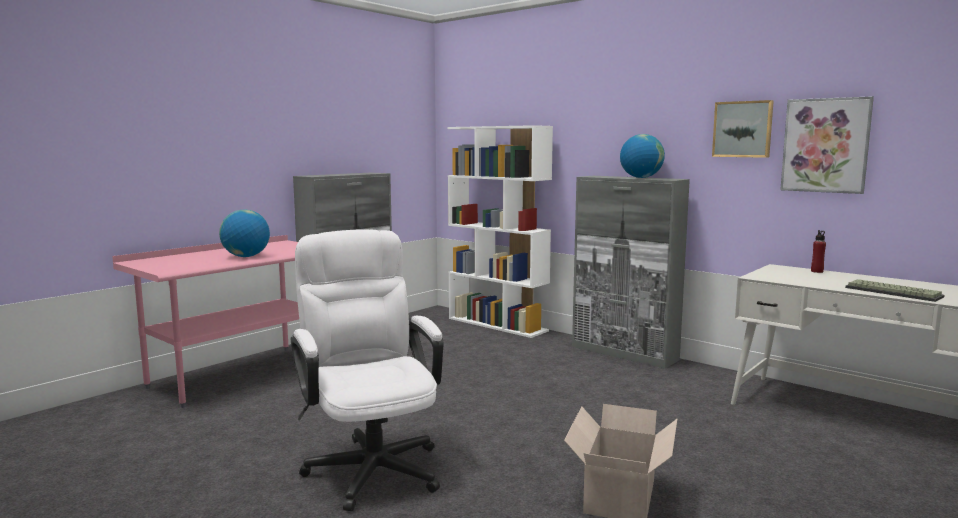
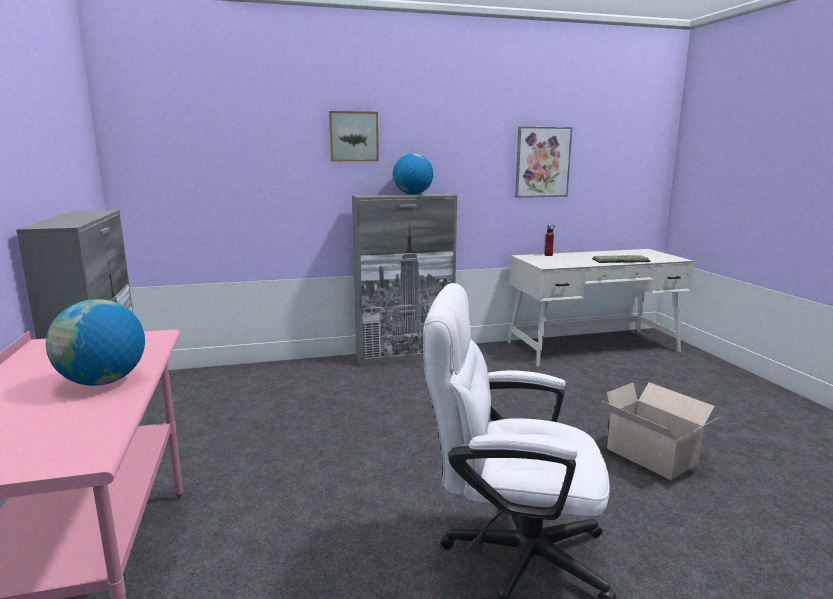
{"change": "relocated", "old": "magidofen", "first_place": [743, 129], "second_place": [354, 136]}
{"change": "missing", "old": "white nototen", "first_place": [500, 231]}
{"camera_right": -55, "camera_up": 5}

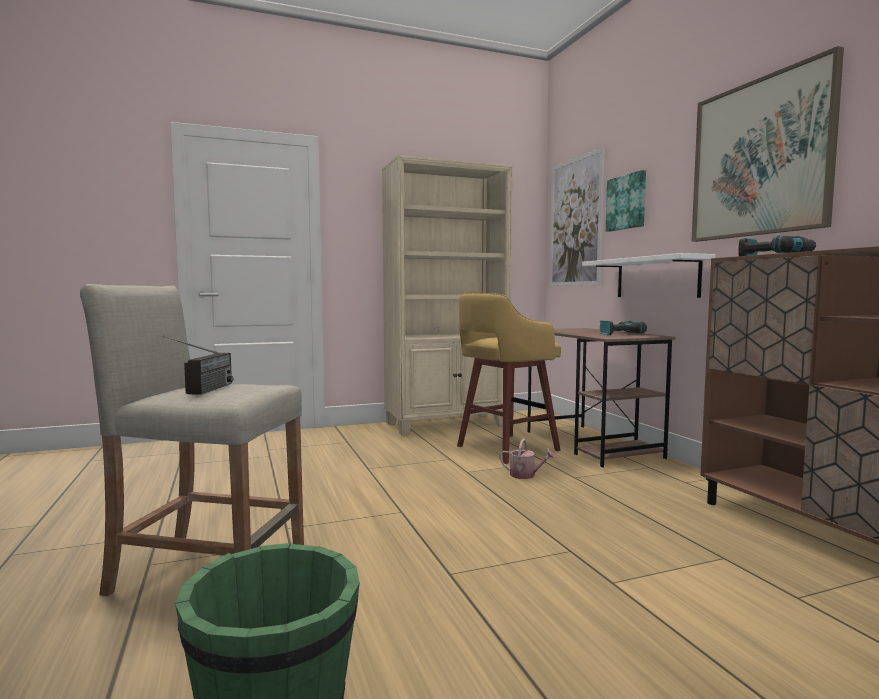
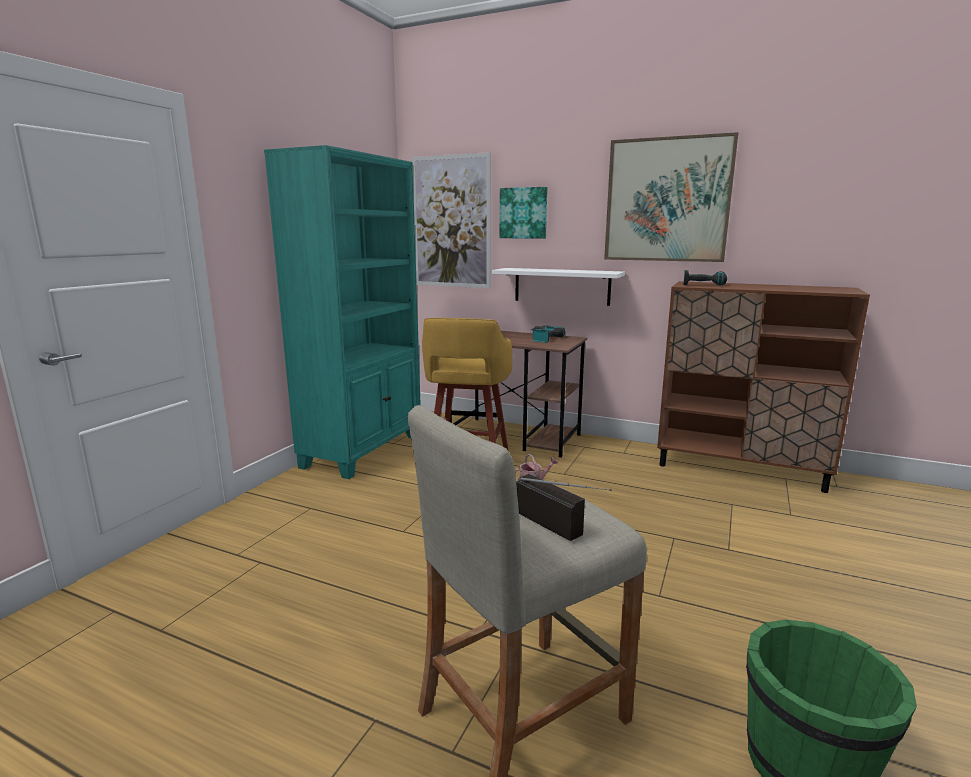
{"change": "colour", "old": "beige nototen", "new": "turquoise nototen", "first_place": [447, 295], "second_place": [342, 312]}
{"camera_right": -45, "camera_up": 10}

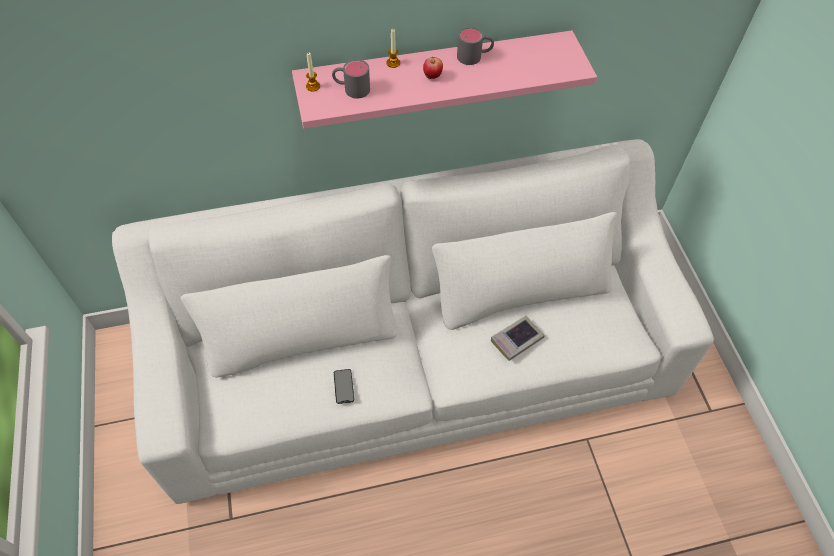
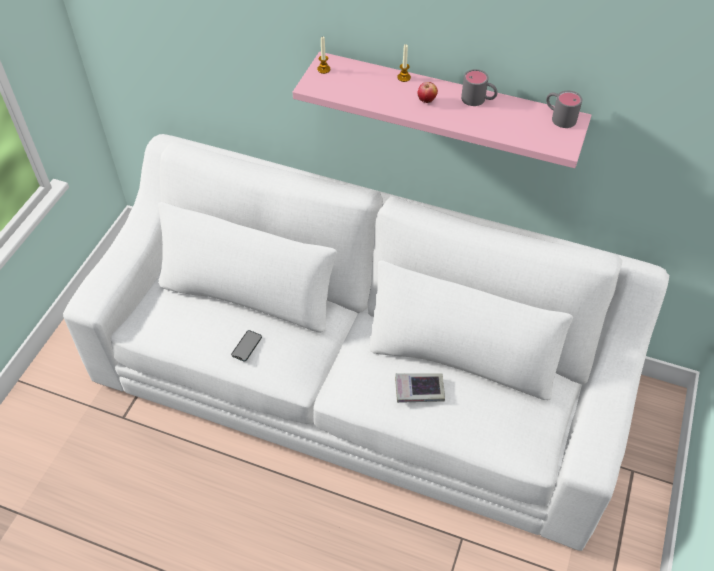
{"change": "relocated", "old": "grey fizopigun", "first_place": [351, 79], "second_place": [564, 109]}
{"camera_right": 35, "camera_up": -5}

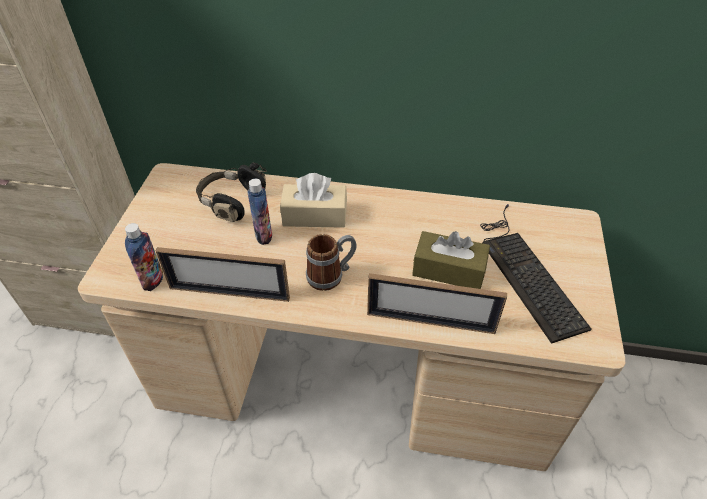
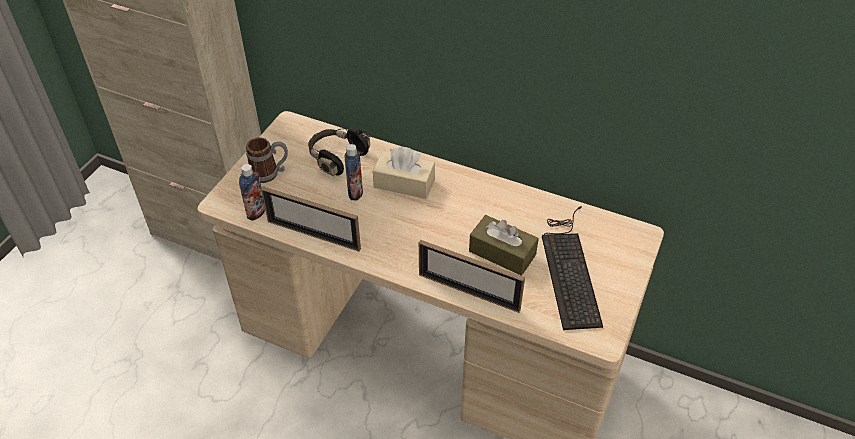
{"change": "relocated", "old": "fizopigun", "first_place": [331, 262], "second_place": [267, 160]}
{"camera_right": 15, "camera_up": 0}

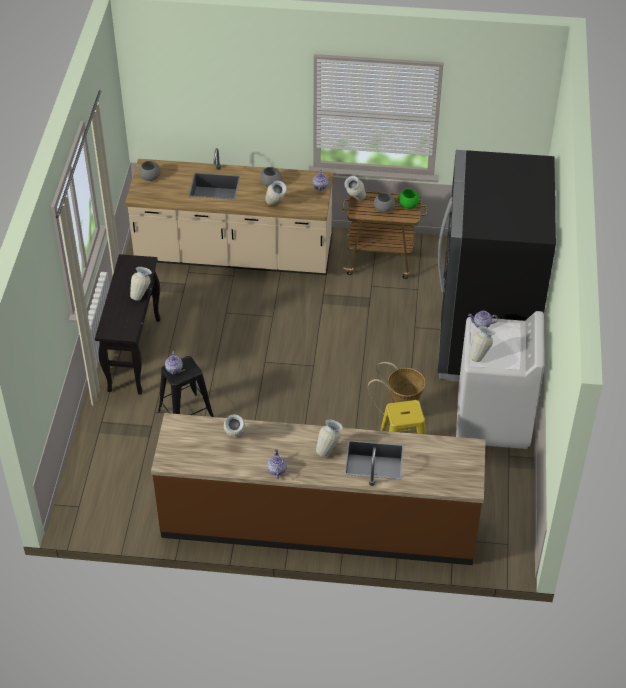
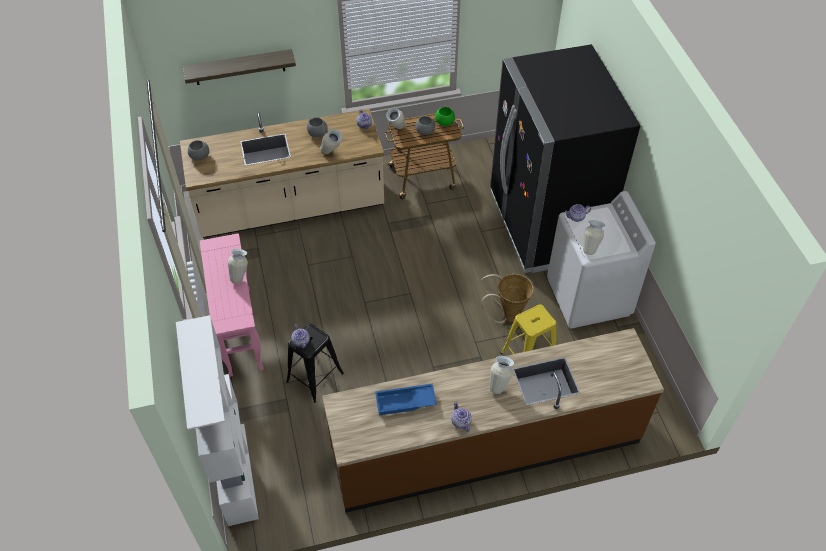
{"change": "colour", "old": "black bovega", "new": "pink bovega", "first_place": [128, 324], "second_place": [231, 305]}
{"change": "exchanged", "old": "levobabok", "new": "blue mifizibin", "first_place": [234, 425], "second_place": [406, 399]}
{"change": "appeared", "new": "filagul", "second_place": [239, 67]}
{"change": "appeared", "new": "white nototen", "second_place": [217, 420]}
{"camera_right": -20, "camera_up": 5}

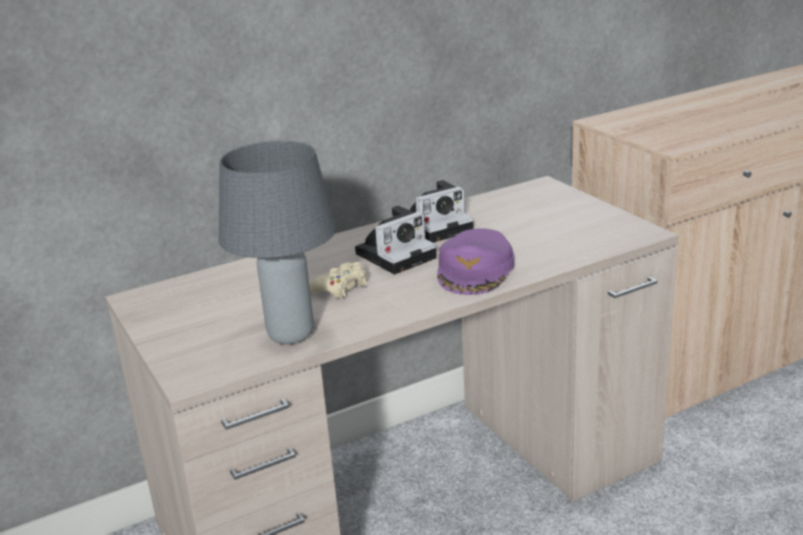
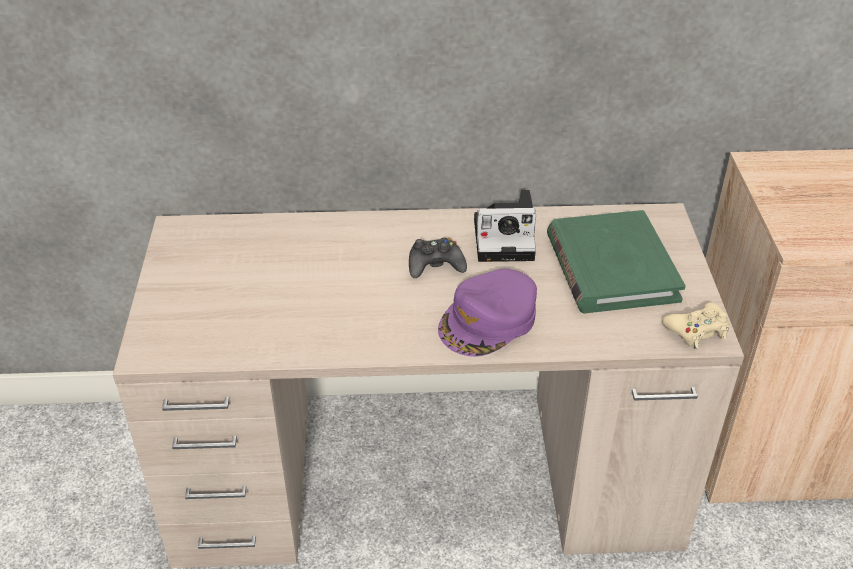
{"change": "missing", "old": "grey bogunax", "first_place": [277, 242]}
{"change": "exchanged", "old": "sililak", "new": "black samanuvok", "first_place": [396, 240], "second_place": [438, 258]}
{"change": "relocated", "old": "beige samanuvok", "first_place": [338, 280], "second_place": [696, 326]}
{"change": "appeared", "new": "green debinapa", "second_place": [616, 261]}
{"camera_right": 25, "camera_up": 15}

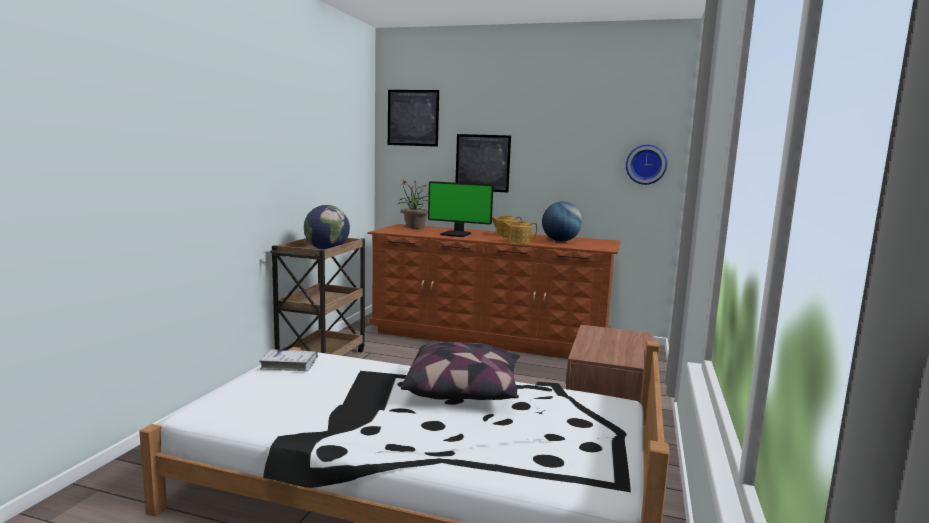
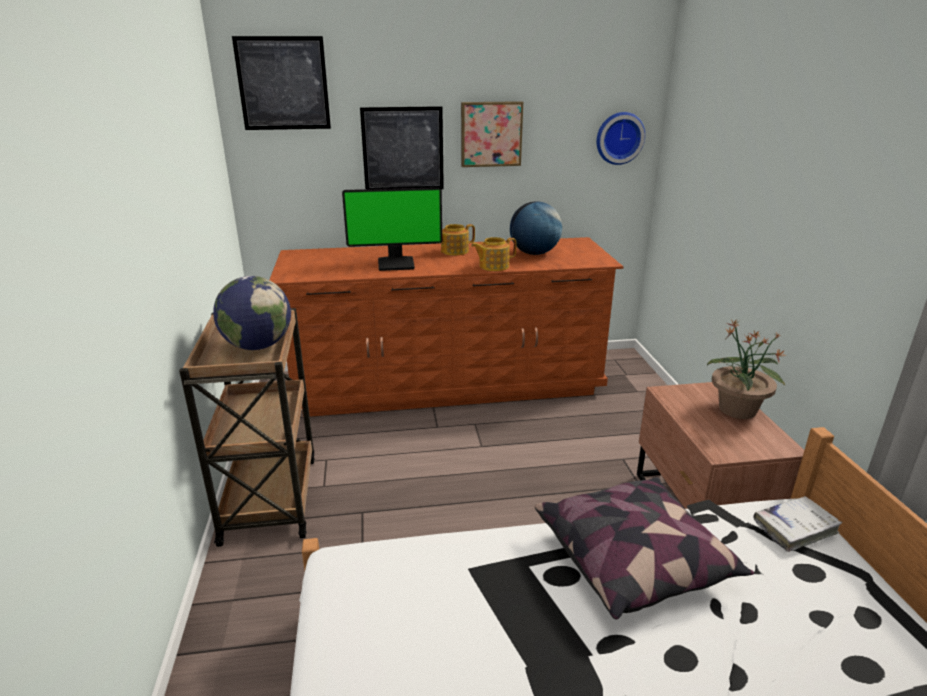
{"change": "relocated", "old": "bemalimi", "first_place": [413, 204], "second_place": [747, 369]}
{"change": "relocated", "old": "white debinapa", "first_place": [288, 360], "second_place": [797, 524]}
{"change": "appeared", "new": "magidofen", "second_place": [492, 134]}
{"camera_right": -25, "camera_up": 15}

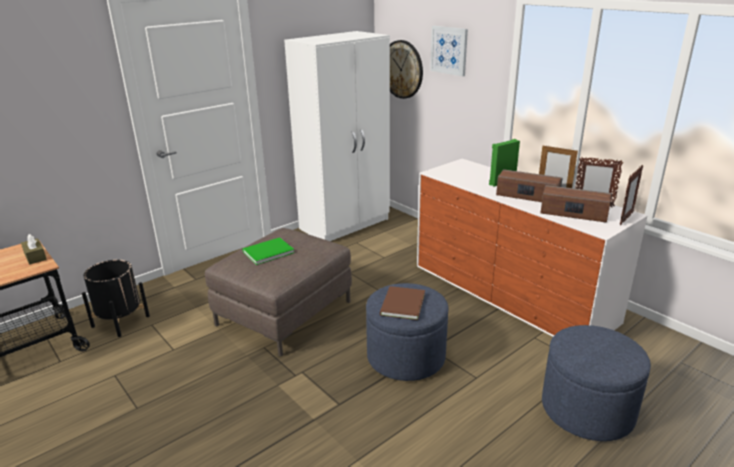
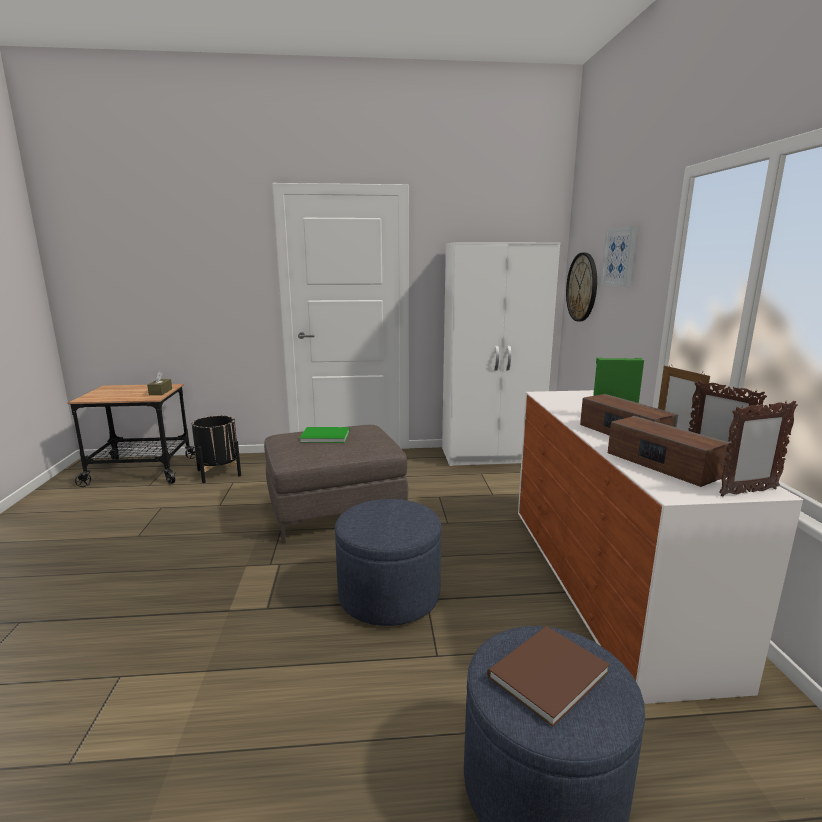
{"change": "relocated", "old": "brown debinapa", "first_place": [402, 303], "second_place": [548, 676]}
{"camera_right": 35, "camera_up": -10}

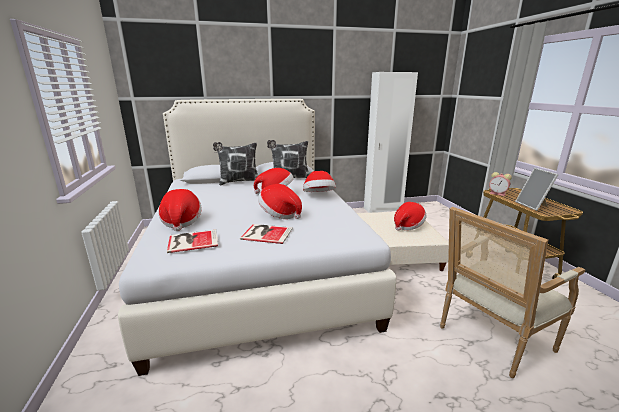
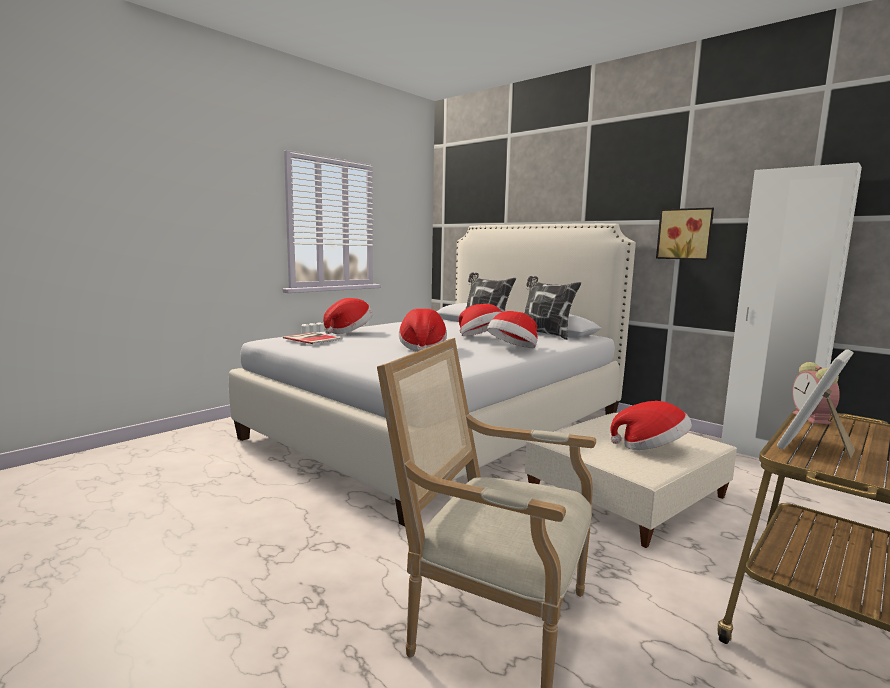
{"change": "missing", "old": "debinapa", "first_place": [266, 234]}
{"change": "appeared", "new": "magidofen", "second_place": [685, 234]}
{"camera_right": 55, "camera_up": -10}

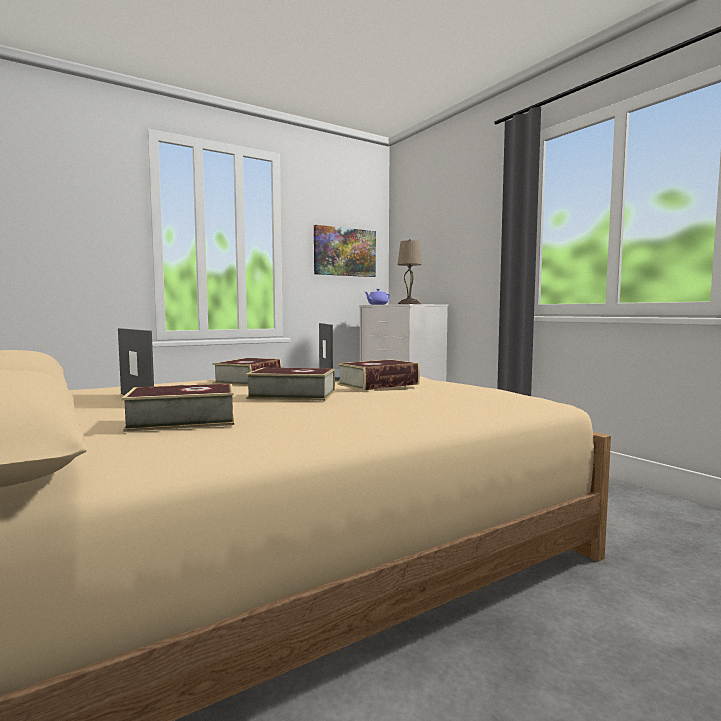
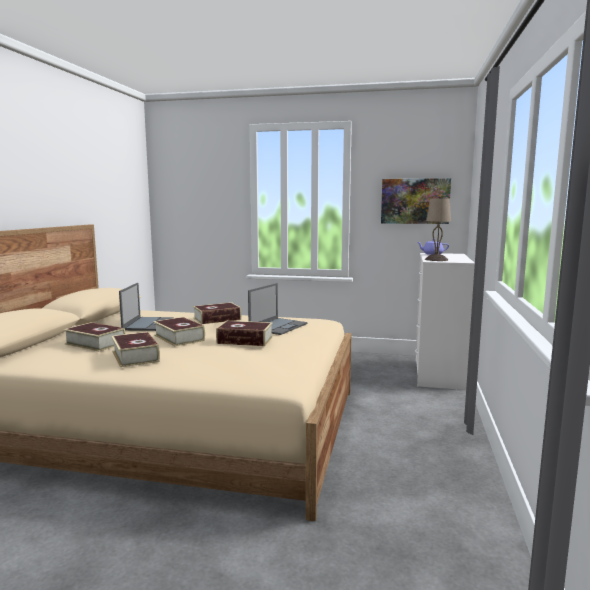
{"change": "appeared", "new": "debinapa", "second_place": [135, 349]}
{"camera_right": 45, "camera_up": 5}

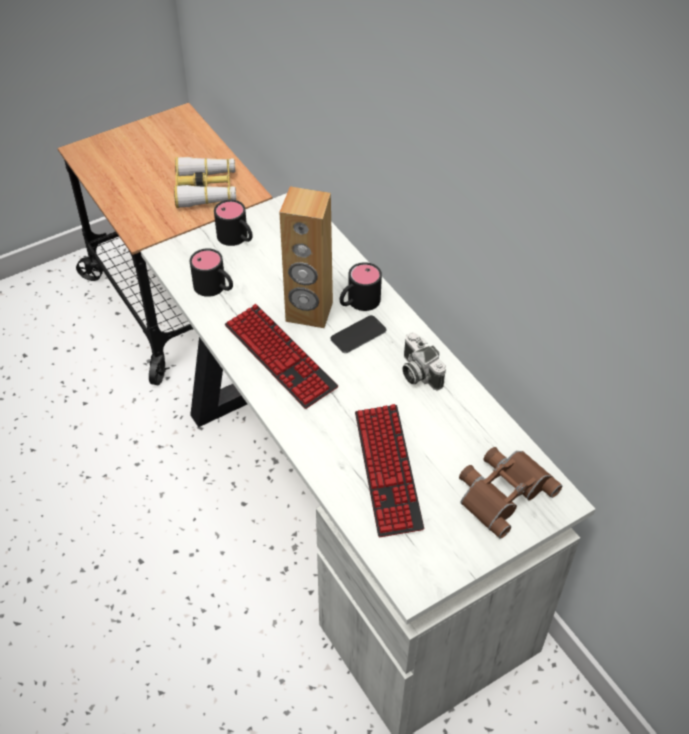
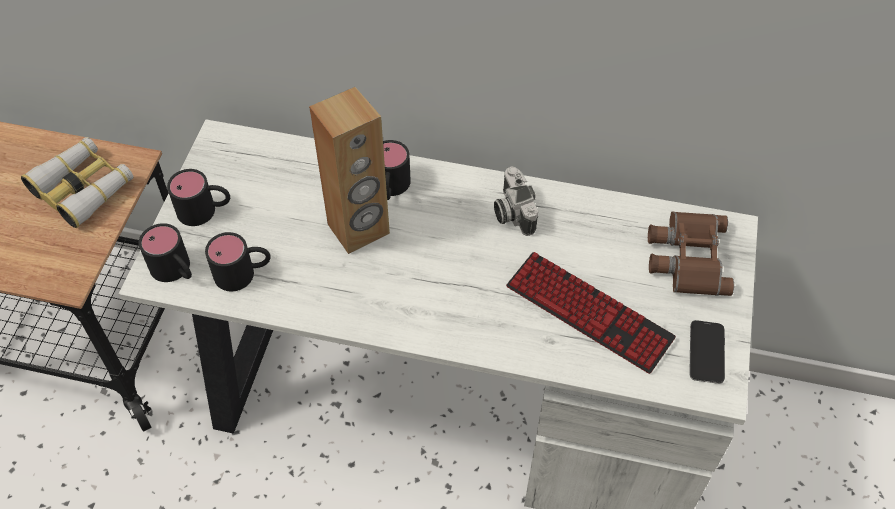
{"change": "missing", "old": "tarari", "first_place": [281, 356]}
{"change": "relocated", "old": "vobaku", "first_place": [358, 334], "second_place": [707, 352]}
{"change": "spun", "old": "sililak", "first_place": [424, 362], "second_place": [516, 201], "degrees": 60}
{"change": "appeared", "new": "black fizopigun", "second_place": [165, 252]}
{"camera_right": -45, "camera_up": 5}

